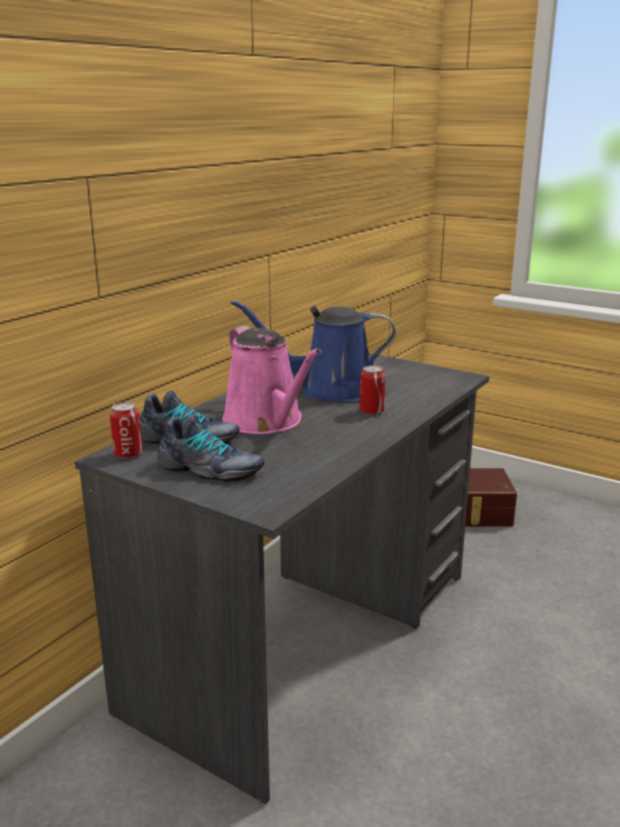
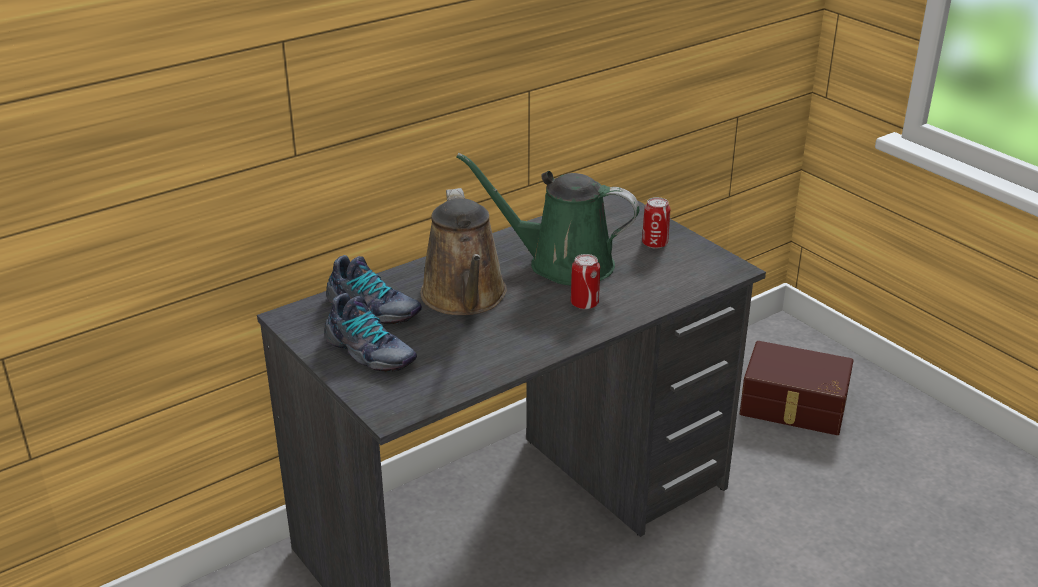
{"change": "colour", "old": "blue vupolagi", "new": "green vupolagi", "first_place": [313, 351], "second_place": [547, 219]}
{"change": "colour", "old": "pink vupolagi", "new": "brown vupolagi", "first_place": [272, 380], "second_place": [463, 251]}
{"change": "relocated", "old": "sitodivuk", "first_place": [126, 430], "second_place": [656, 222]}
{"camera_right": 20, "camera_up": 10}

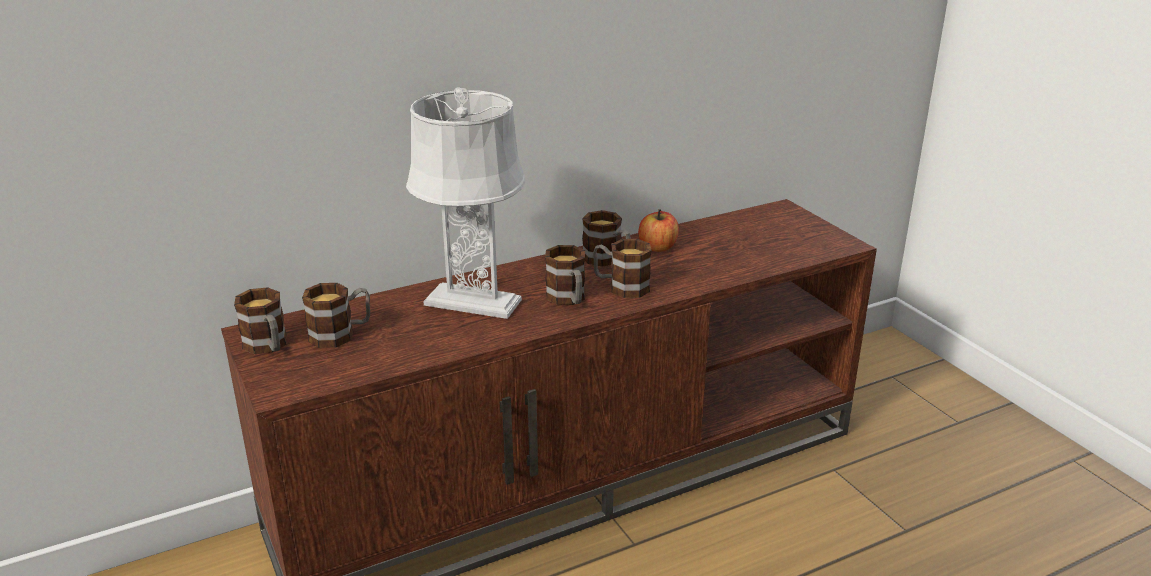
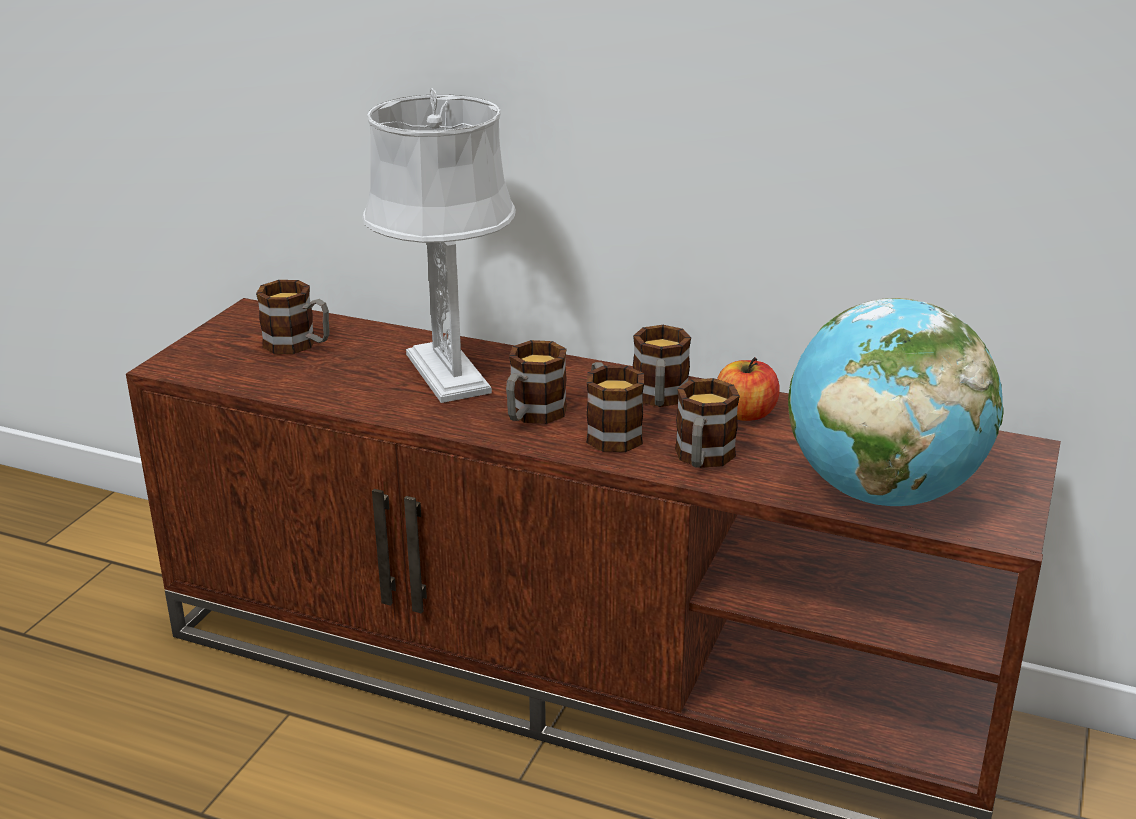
{"change": "relocated", "old": "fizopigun", "first_place": [260, 320], "second_place": [707, 423]}
{"change": "appeared", "new": "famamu", "second_place": [896, 402]}
{"camera_right": 50, "camera_up": 0}

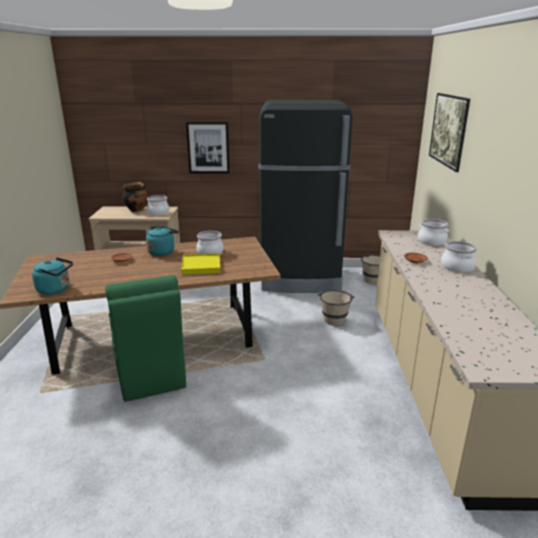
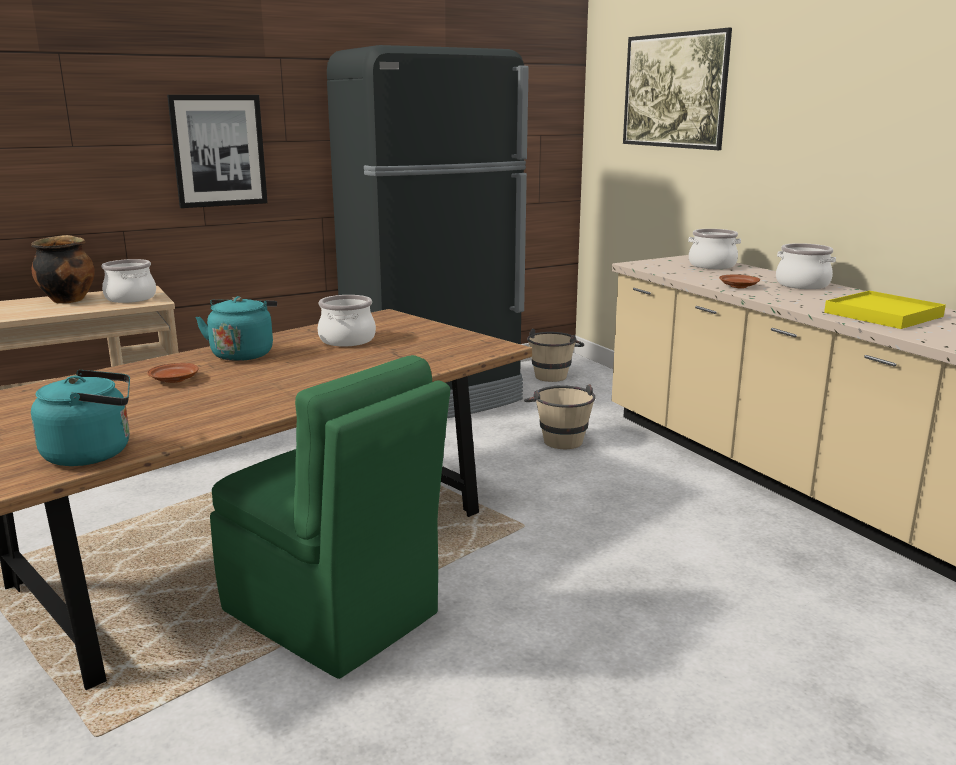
{"change": "relocated", "old": "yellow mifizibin", "first_place": [200, 264], "second_place": [885, 310]}
{"camera_right": -30, "camera_up": -5}

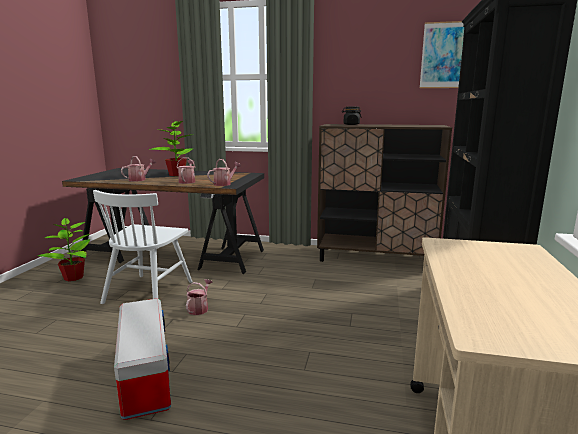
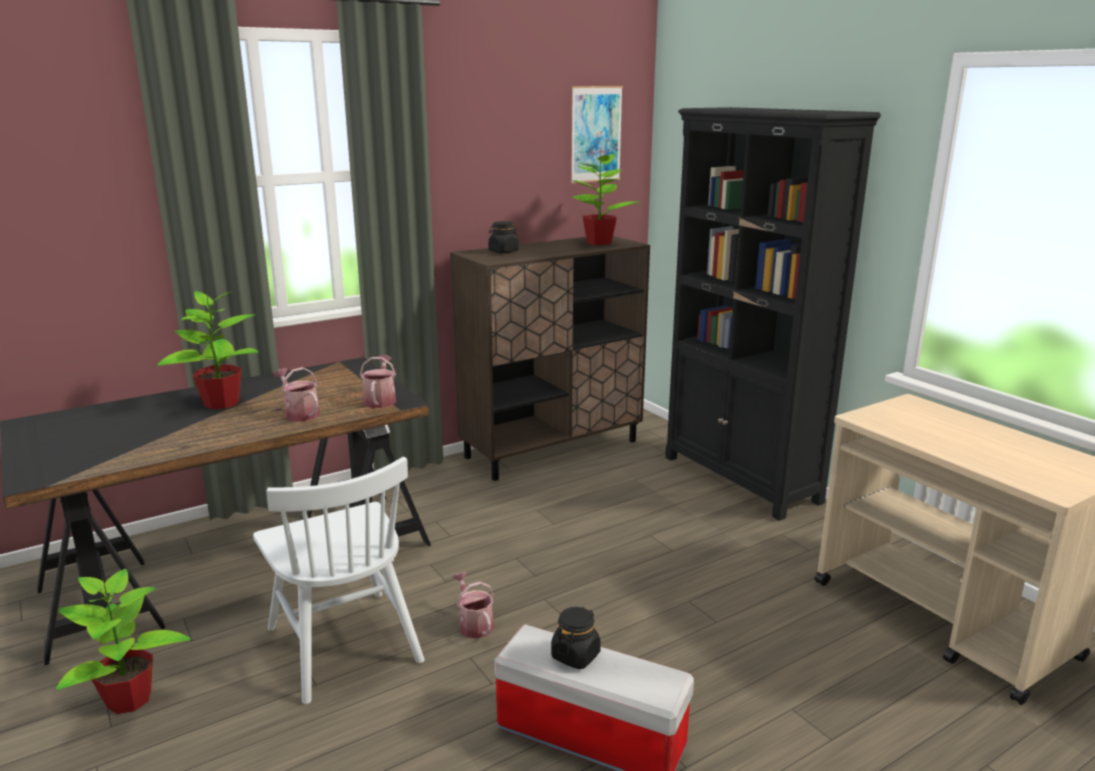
{"change": "missing", "old": "vupolagi", "first_place": [138, 169]}
{"change": "appeared", "new": "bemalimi", "second_place": [606, 199]}
{"change": "appeared", "new": "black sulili", "second_place": [576, 638]}
{"camera_right": -45, "camera_up": 5}

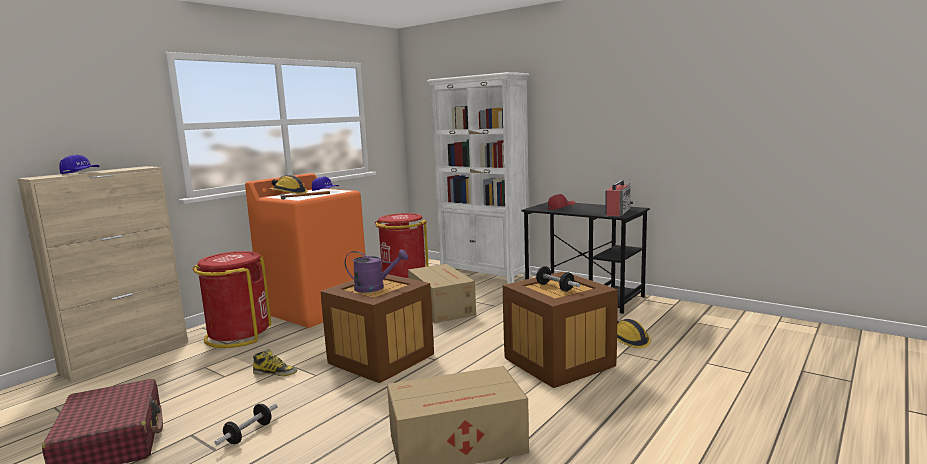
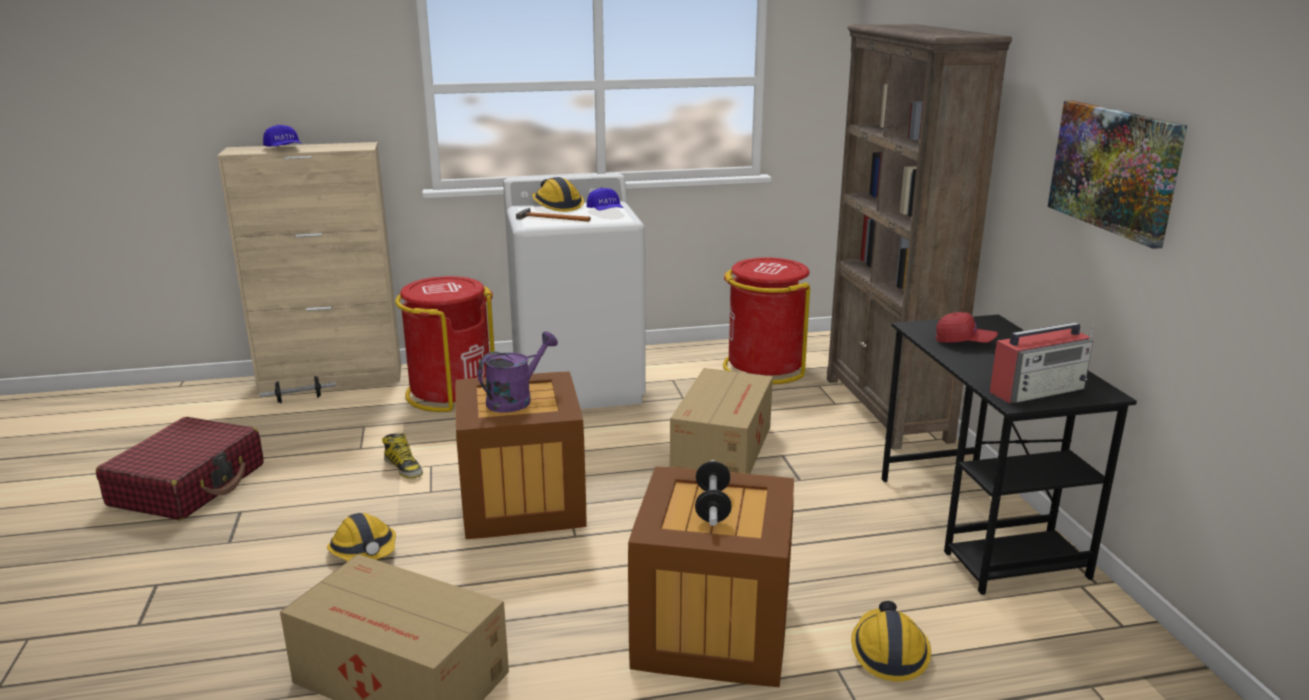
{"change": "colour", "old": "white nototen", "new": "brown nototen", "first_place": [478, 178], "second_place": [919, 237]}
{"change": "colour", "old": "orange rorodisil", "new": "white rorodisil", "first_place": [305, 250], "second_place": [574, 291]}
{"change": "spun", "old": "purple vupolagi", "first_place": [376, 271], "second_place": [518, 372], "degrees": -90}
{"change": "relocated", "old": "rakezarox", "first_place": [246, 424], "second_place": [297, 389]}
{"change": "appeared", "new": "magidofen", "second_place": [1117, 174]}
{"change": "appeared", "new": "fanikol", "second_place": [361, 537]}
{"camera_right": 40, "camera_up": 10}

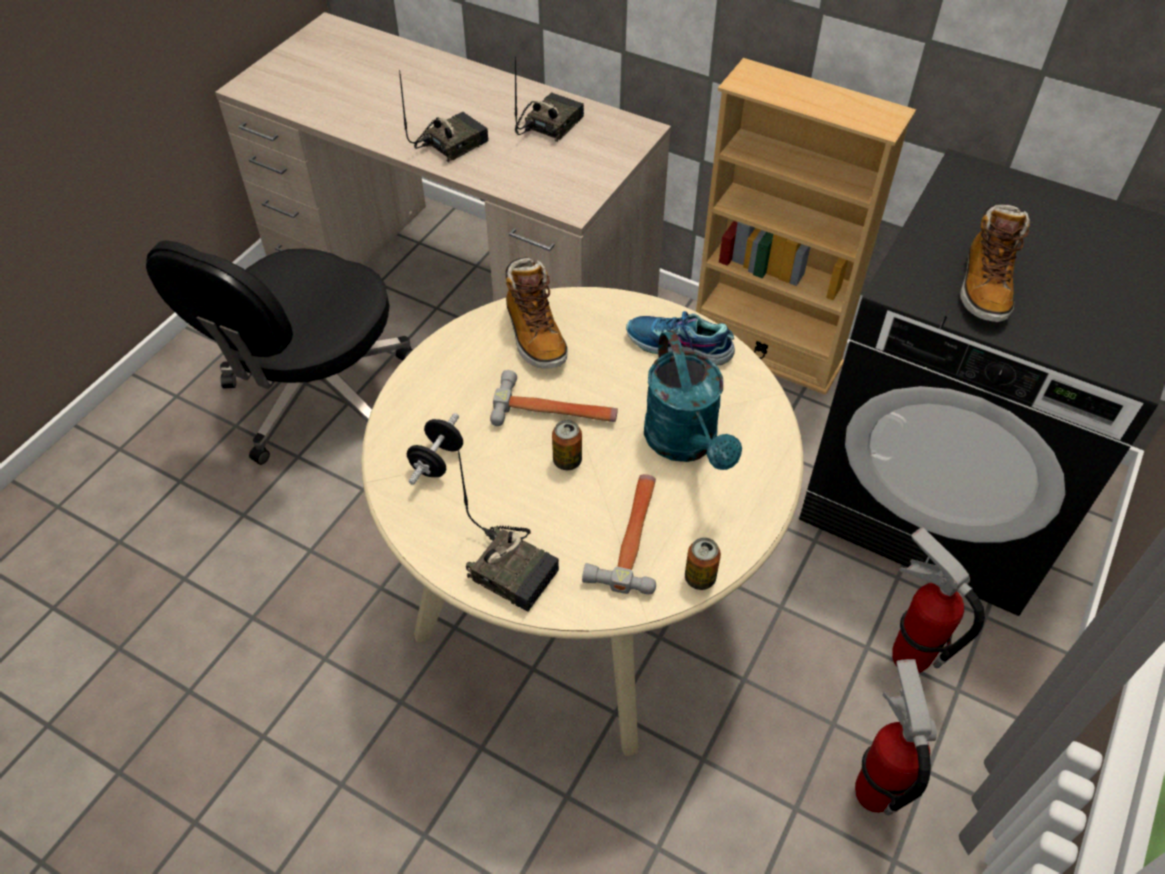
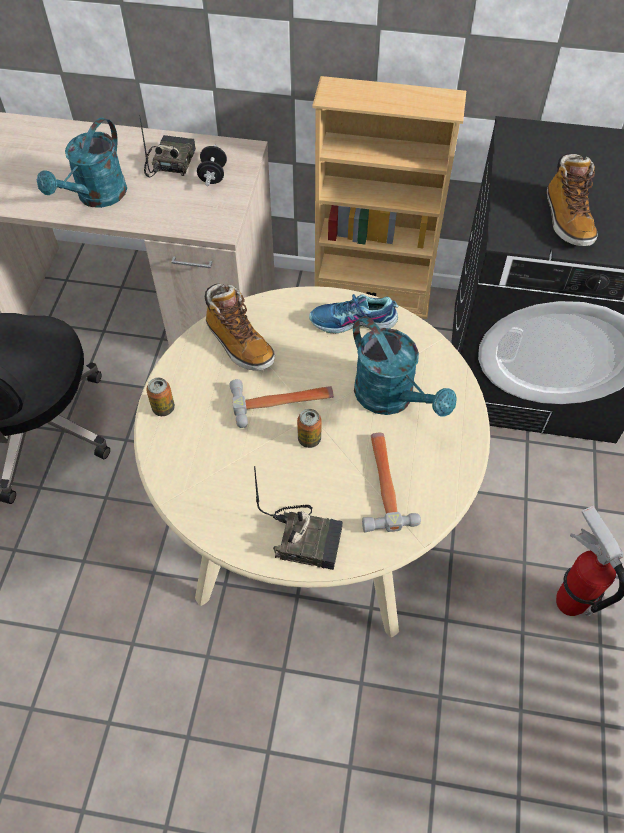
{"change": "exchanged", "old": "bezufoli", "new": "turquoise vupolagi", "first_place": [444, 116], "second_place": [82, 163]}
{"change": "relocated", "old": "black rakezarox", "first_place": [435, 449], "second_place": [212, 165]}
{"change": "missing", "old": "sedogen", "first_place": [938, 599]}
{"change": "relocated", "old": "sitodivuk", "first_place": [703, 563], "second_place": [160, 397]}
{"camera_right": -20, "camera_up": 5}

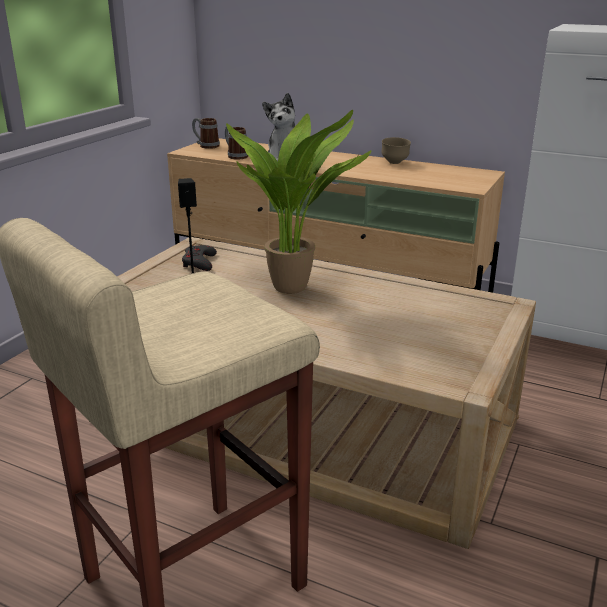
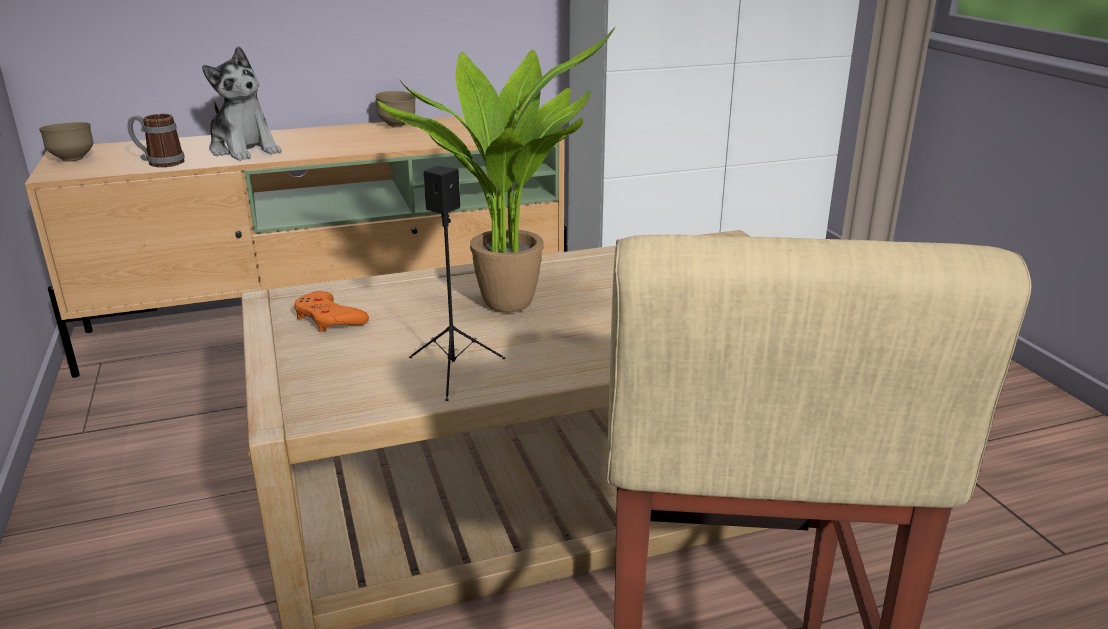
{"change": "exchanged", "old": "fizopigun", "new": "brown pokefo", "first_place": [206, 133], "second_place": [66, 142]}
{"change": "colour", "old": "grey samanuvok", "new": "orange samanuvok", "first_place": [199, 258], "second_place": [331, 311]}
{"camera_right": -45, "camera_up": 0}

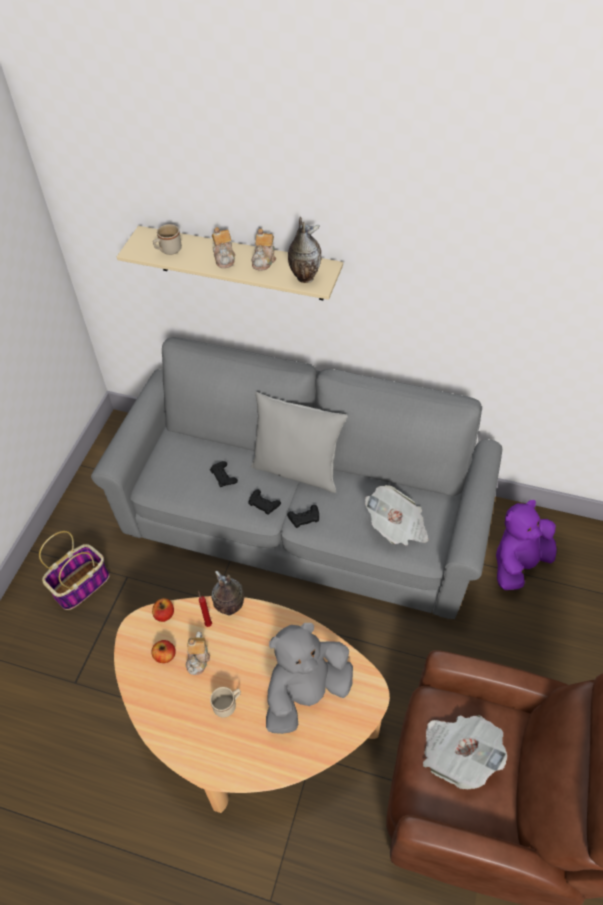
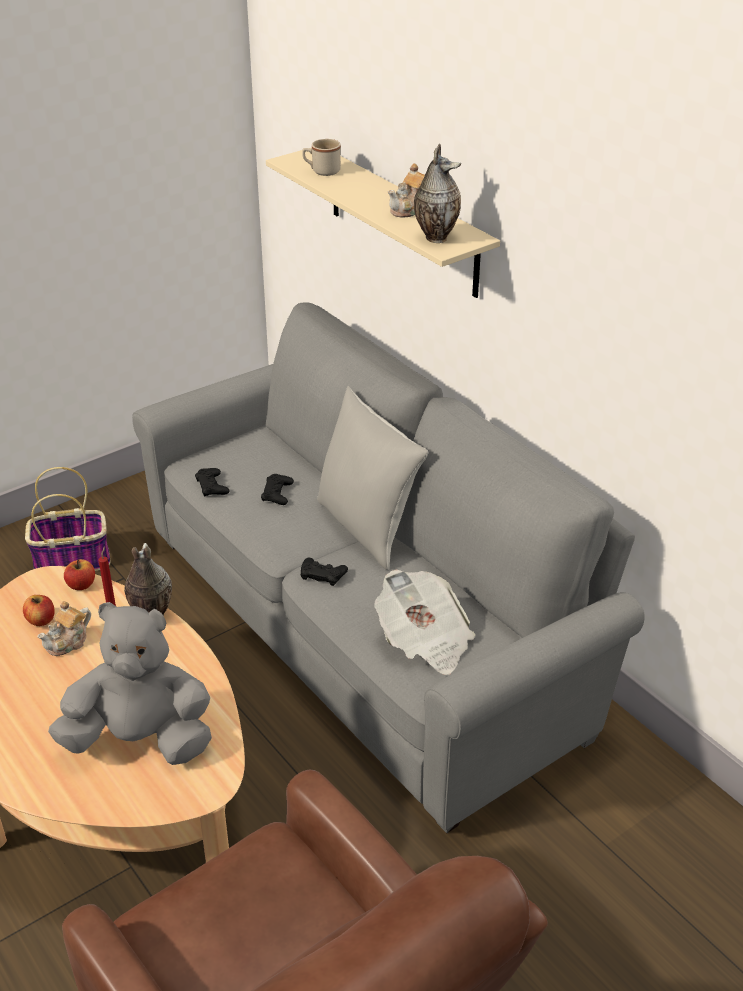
{"change": "missing", "old": "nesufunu", "first_place": [223, 247]}
{"change": "relocated", "old": "black samanuvok", "first_place": [264, 502], "second_place": [212, 482]}
{"change": "missing", "old": "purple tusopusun", "first_place": [526, 545]}
{"change": "missing", "old": "beige fizopigun", "first_place": [225, 702]}
{"change": "missing", "old": "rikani", "first_place": [465, 752]}
{"camera_right": 35, "camera_up": -15}

